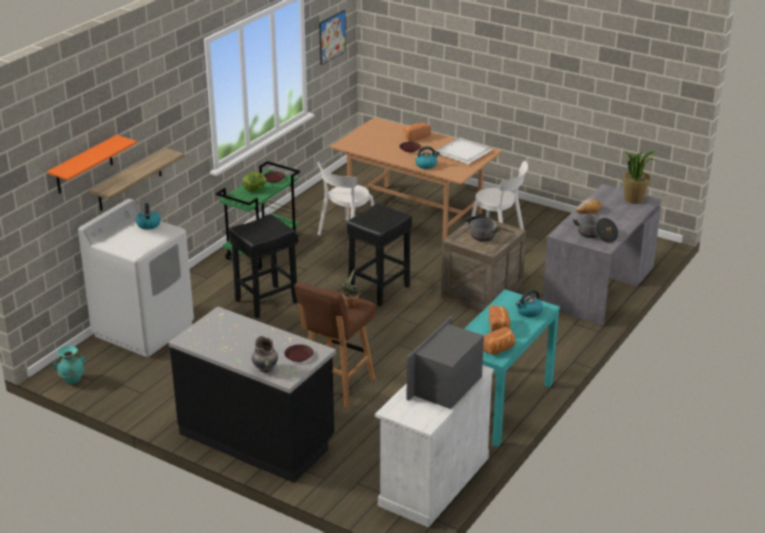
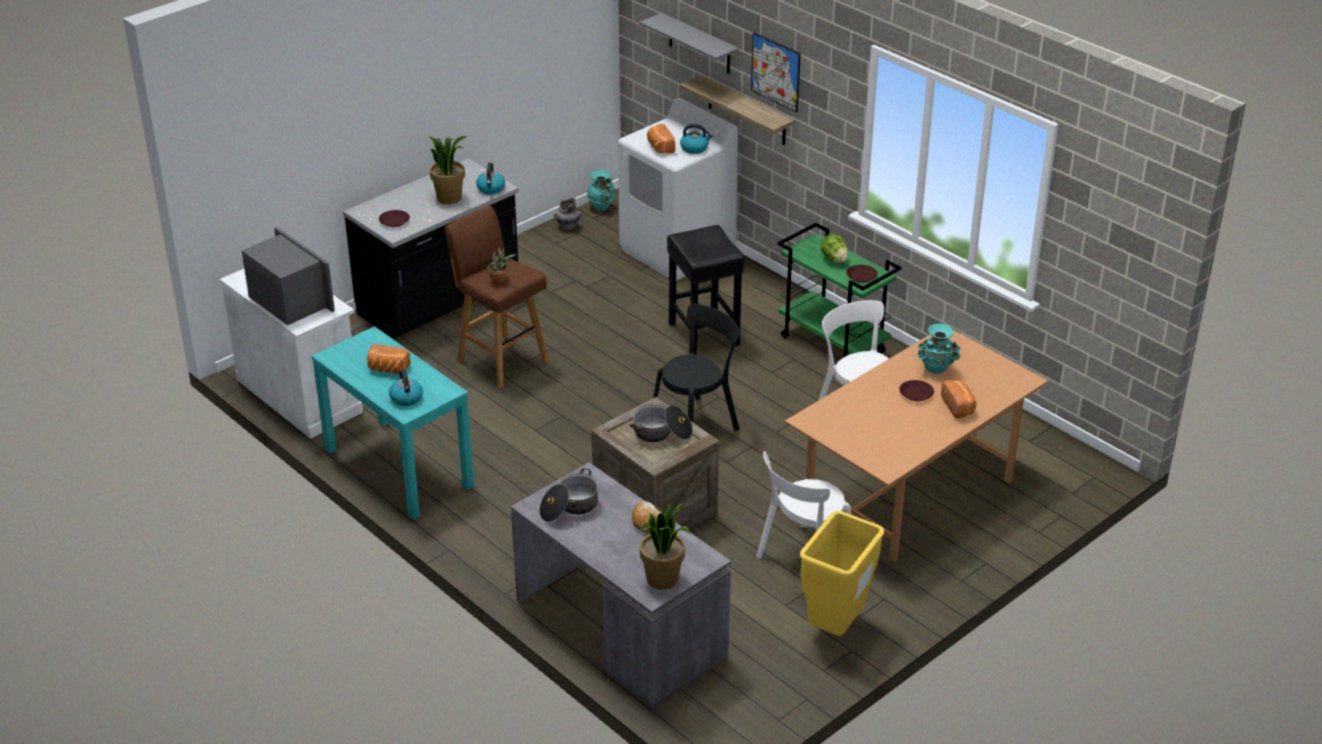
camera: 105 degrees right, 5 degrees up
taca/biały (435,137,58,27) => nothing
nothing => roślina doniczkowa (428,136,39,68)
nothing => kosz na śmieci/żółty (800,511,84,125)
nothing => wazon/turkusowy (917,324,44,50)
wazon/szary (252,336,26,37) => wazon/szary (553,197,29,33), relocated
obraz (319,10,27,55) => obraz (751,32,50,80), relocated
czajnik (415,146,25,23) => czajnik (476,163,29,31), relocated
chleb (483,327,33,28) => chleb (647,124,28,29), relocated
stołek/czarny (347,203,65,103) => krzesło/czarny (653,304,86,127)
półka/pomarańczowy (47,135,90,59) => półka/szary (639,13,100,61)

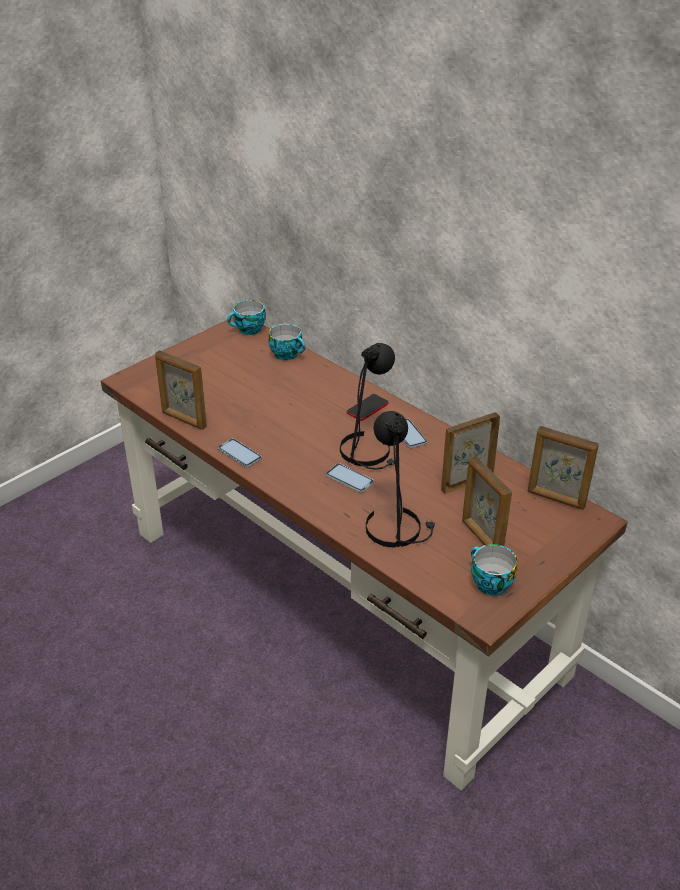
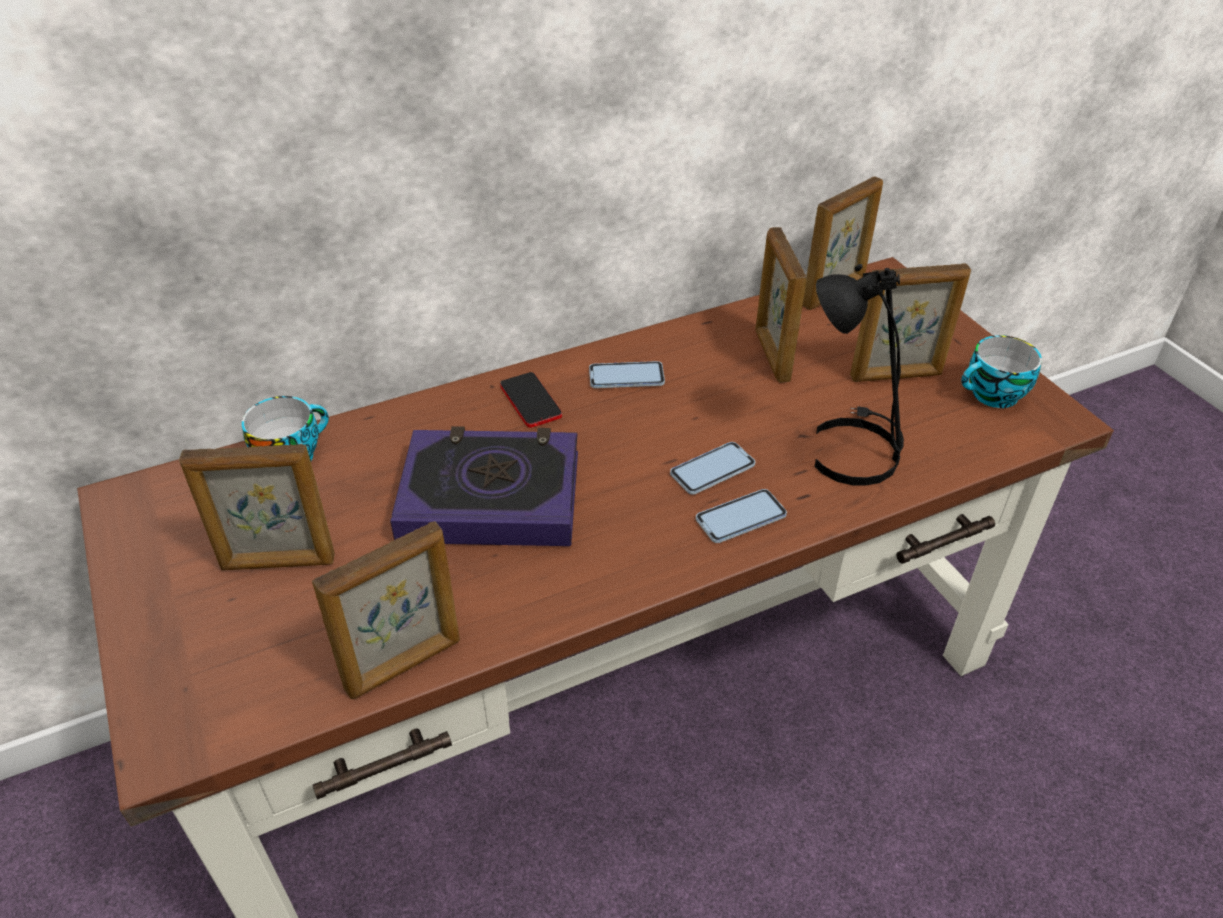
camera: 70 degrees left, 5 degrees up
filiżanka (227,300,39,35) => nothing
lampa stołowa/czarny (340,343,55,126) => nothing
nothing => ramka na zdjęcie (179,444,156,126)
nothing => książka (390,426,188,120)
telefon (218,439,44,28) => telefon (696,489,91,54), relocated

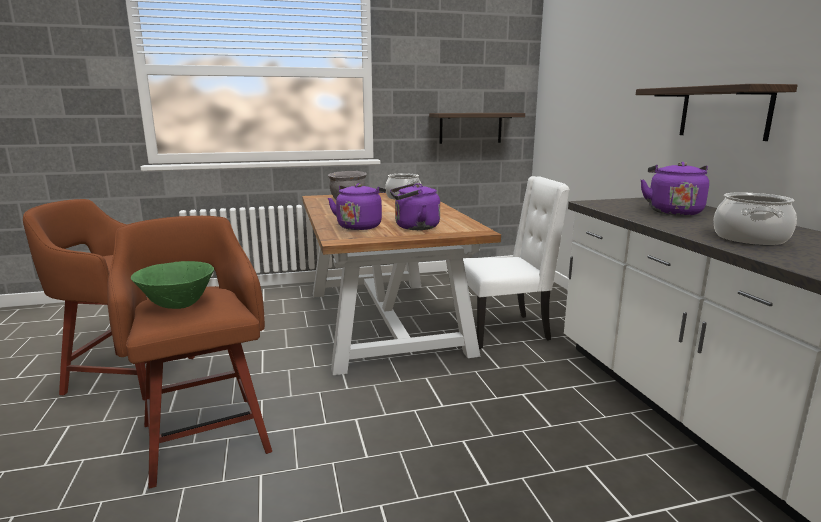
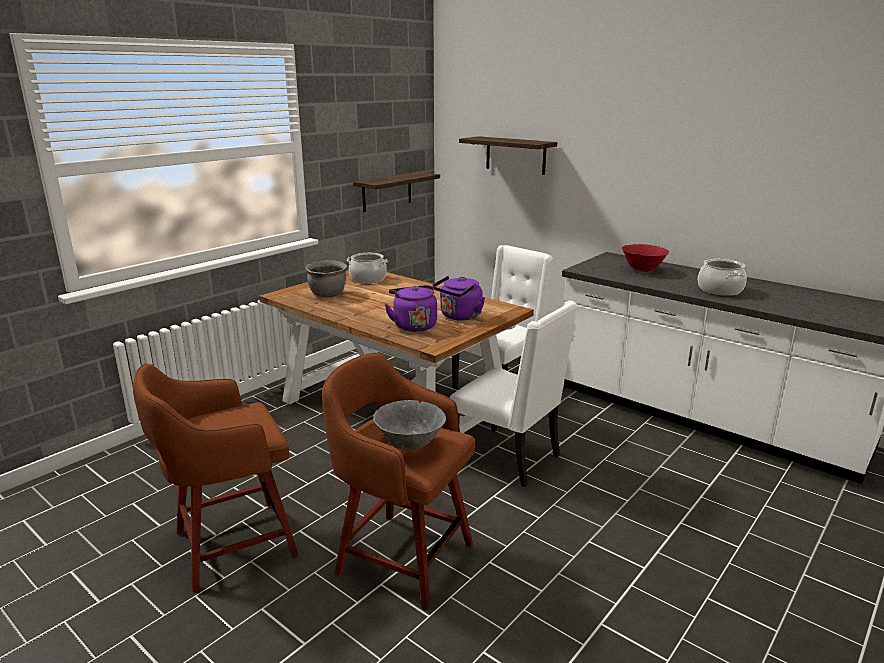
camera: 35 degrees left, 5 degrees up
nothing => krzesło/biały (450,301,127,186)
półka (636,84,162,57) => półka (459,136,98,39), relocated
czajnik/fioletowy (641,162,68,54) => miska/czerwony (622,244,47,28)
miska/zielony (131,261,83,48) => miska/szary (373,400,73,51)

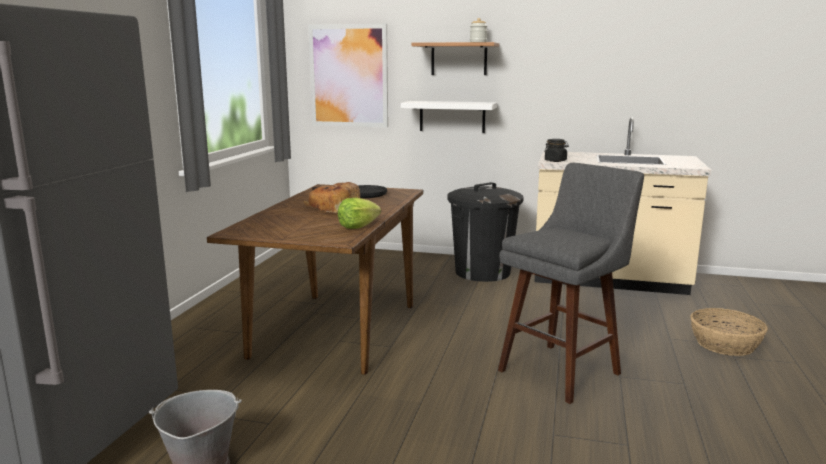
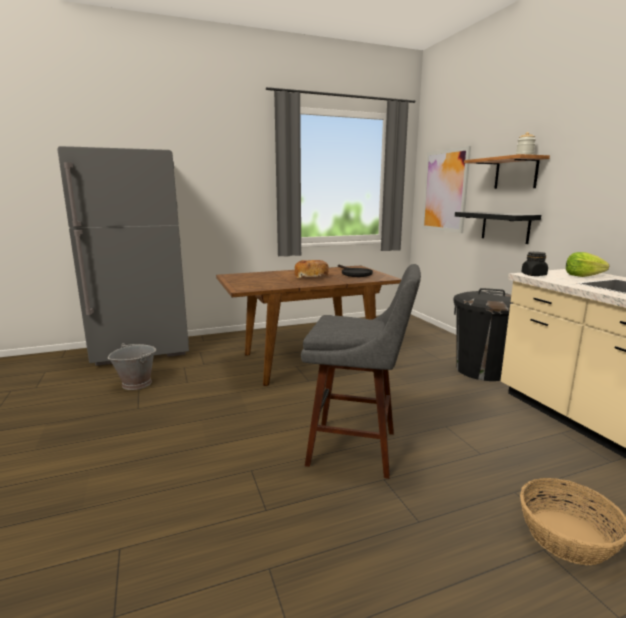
camera: 55 degrees right, 0 degrees up
sałata (338,197,43,32) => sałata (566,252,43,25), relocated
półka/biały (401,101,96,32) => półka/czarny (455,212,86,32)

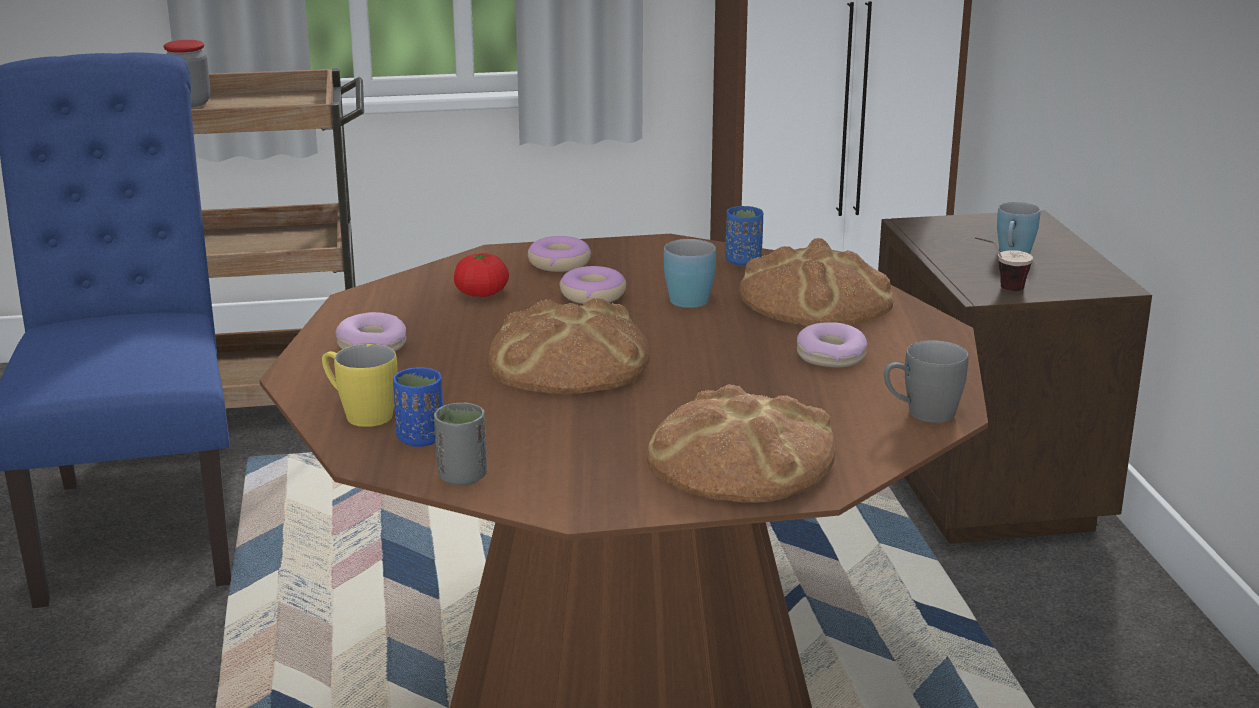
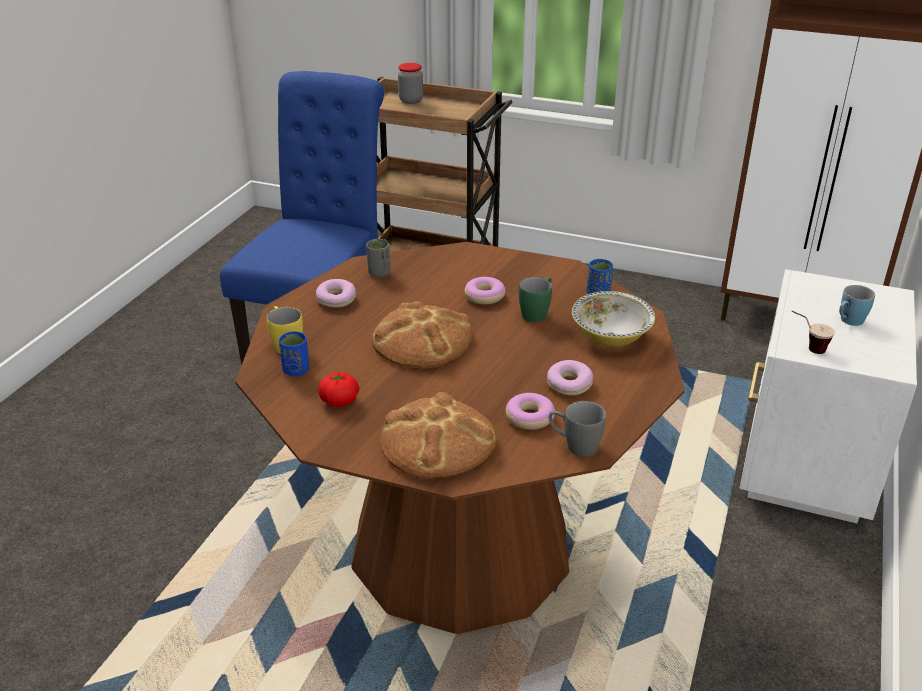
camera: 30 degrees right, 10 degrees up
filiżanka/szary (434,403,53,83) => filiżanka/szary (366,239,25,38), relocated
pomidor (454,253,55,44) => pomidor (318,372,41,35), relocated
donut (528,236,63,36) => donut (506,393,49,37), relocated
chleb (740,238,153,88) => miska (572,291,83,56)
kubek/niebieski (664,239,52,69) => kubek/zielony (519,277,33,45)
szafka nocna/brązowy (878,210,274,334) => szafka nocna/biały (740,269,177,254)

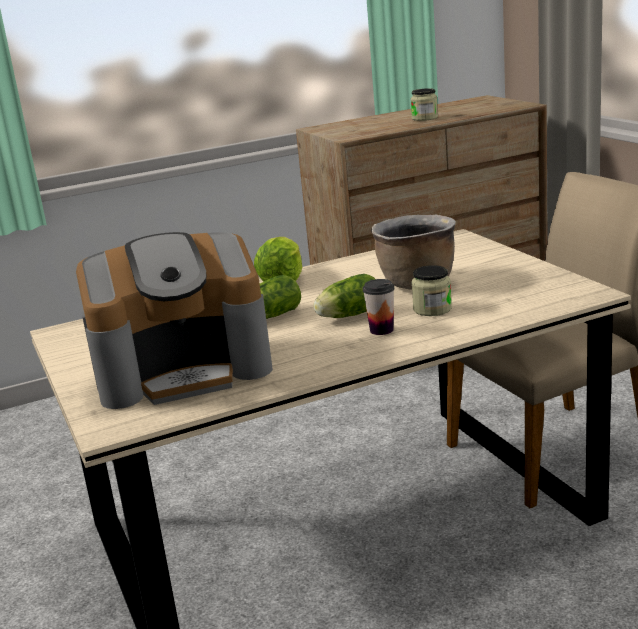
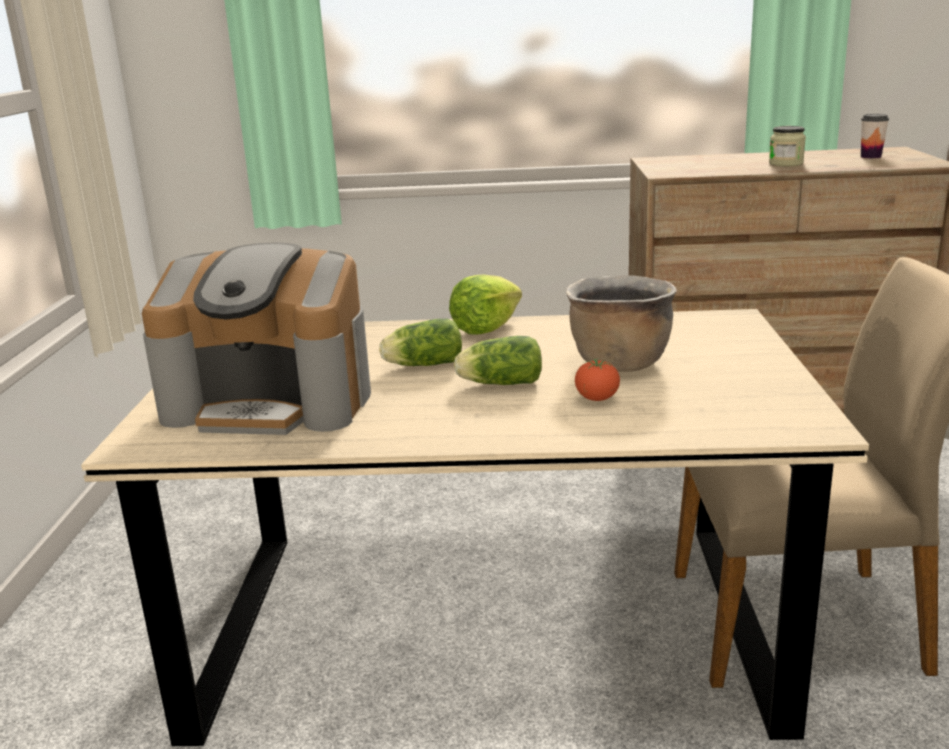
camera: 25 degrees right, 0 degrees up
filiżanka (363,279,32,56) => filiżanka (861,114,28,44), relocated
słoik (411,265,41,51) => pomidor (575,358,45,43)

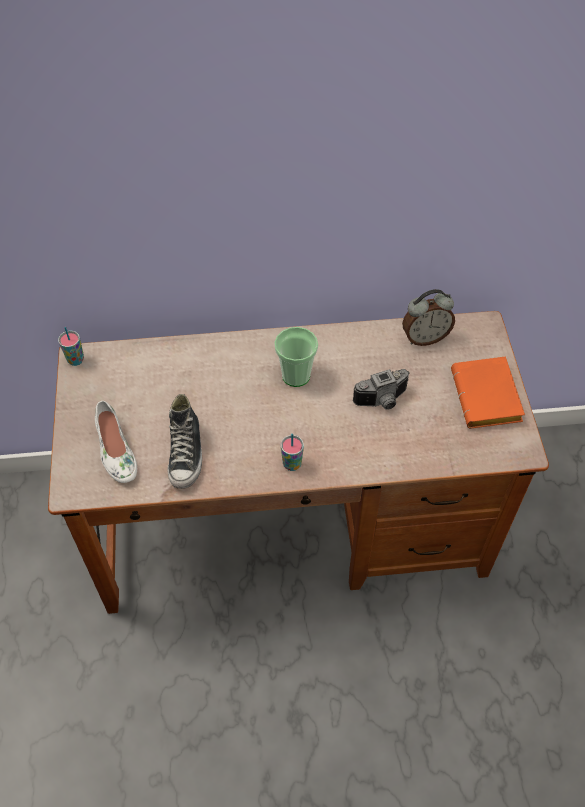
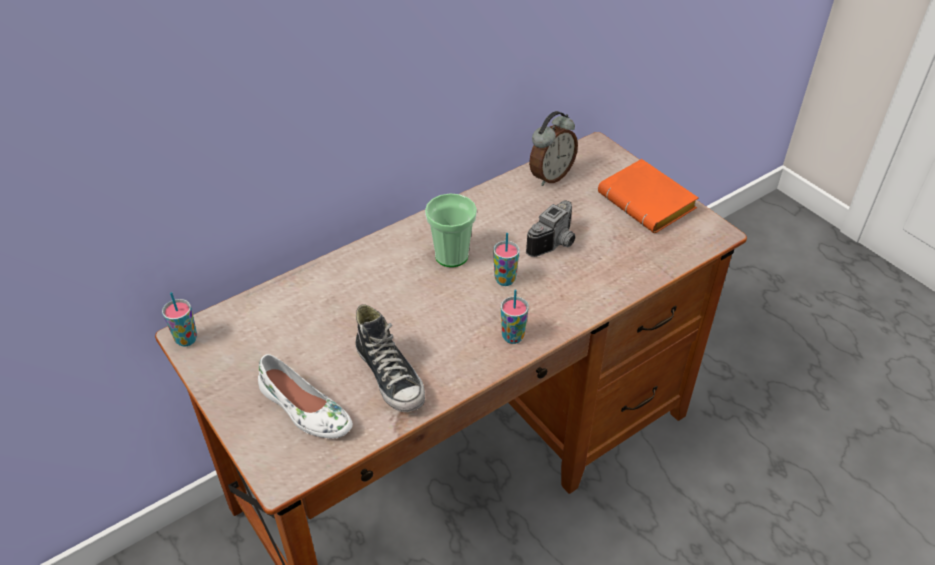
camera: 30 degrees left, 10 degrees down
nothing => filiżanka (493,233,27,53)

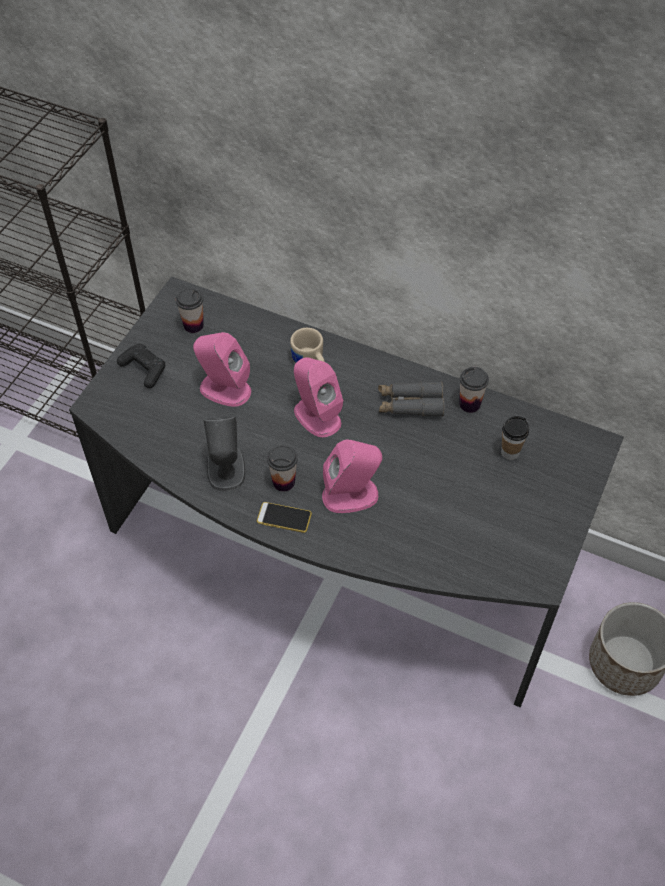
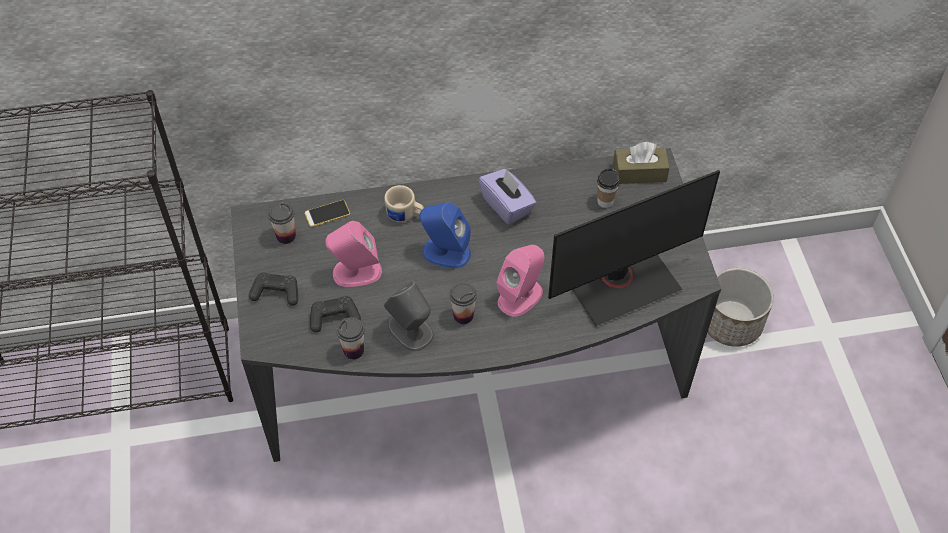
camera: 35 degrees left, 0 degrees up
nothing => pad do gier/czarny (310,296,51,36)
nothing => monitor (548,170,172,156)
nothing => pudełko chusteczek/brązowy (613,142,57,42)
telefon (257,502,55,31) => telefon (304,200,46,27), relocated
filiżanka (459,367,30,46) => filiżanka (336,317,29,42), relocated
lornetka/szary (378,381,67,36) => pudełko chusteczek/fioletowy (478,169,58,56)
głośnik/różowy (294,357,49,80) => głośnik/niebieski (419,202,52,66)

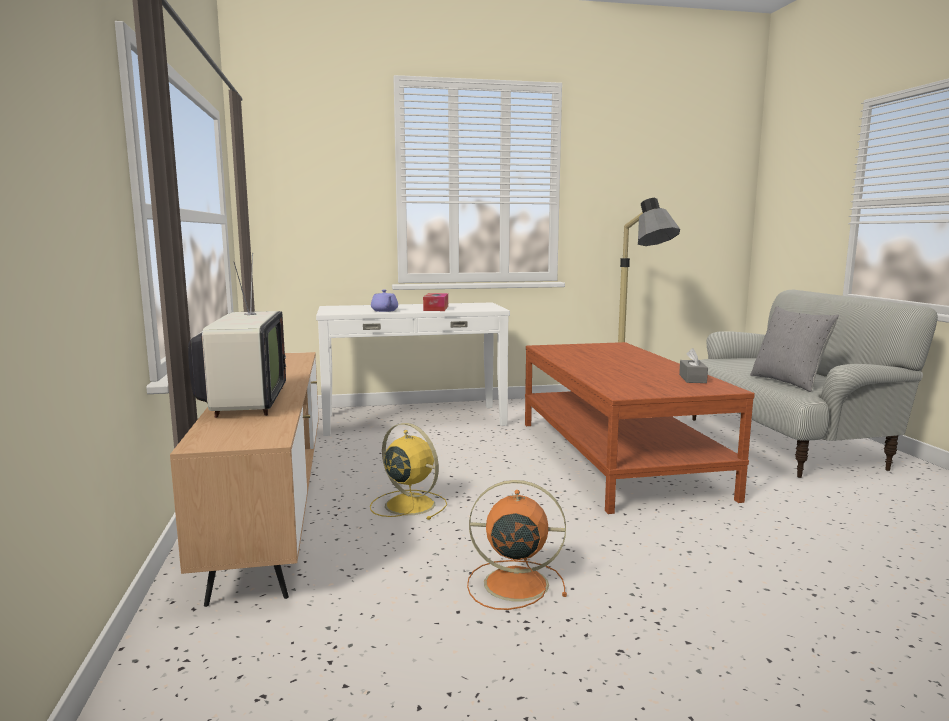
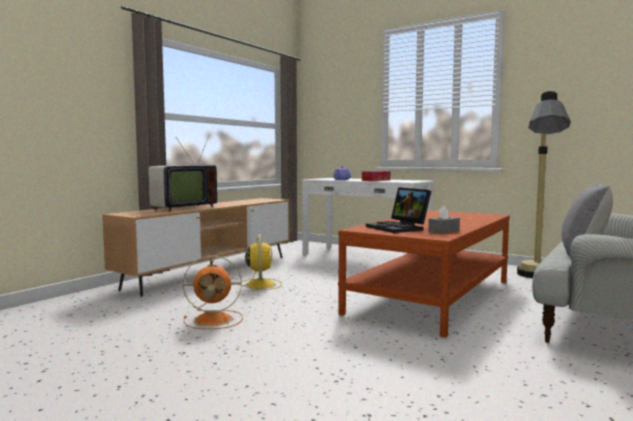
camera: 45 degrees right, 5 degrees down
nothing => laptop (366,187,65,46)
wentylator/pomarańczowy (467,480,100,130) => wentylator/pomarańczowy (183,255,60,74), 120 degrees clockwise

